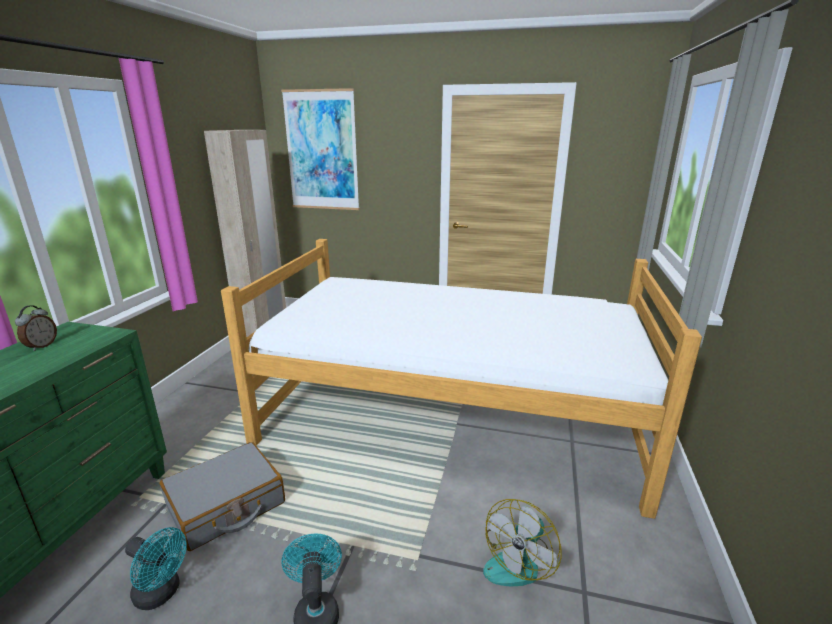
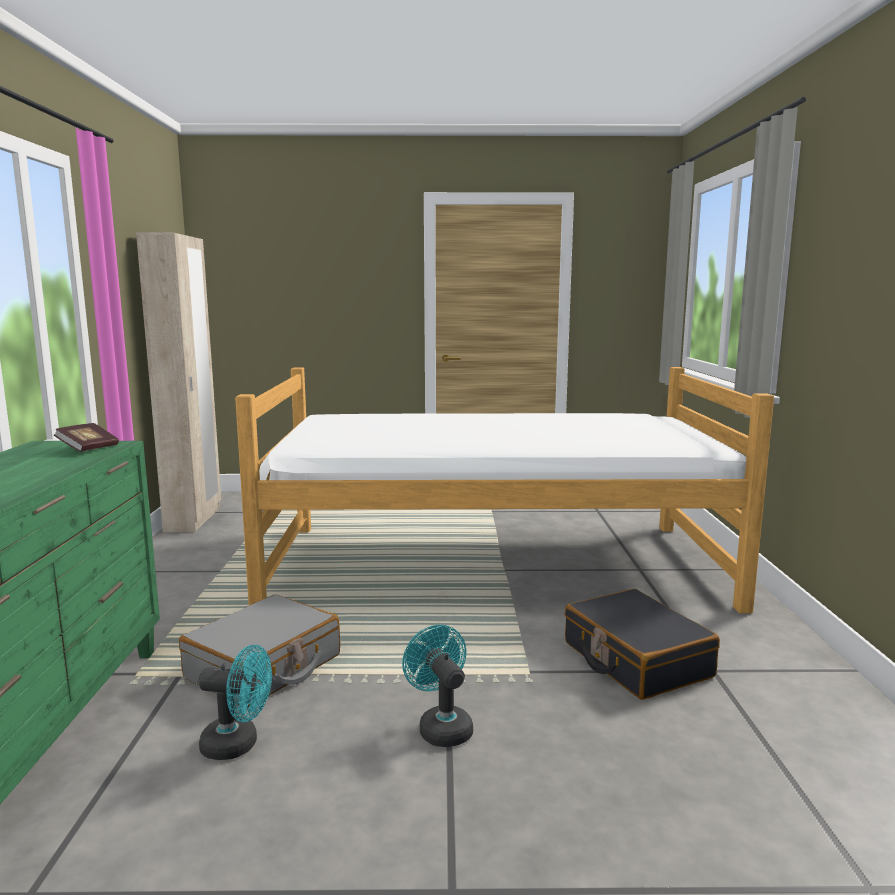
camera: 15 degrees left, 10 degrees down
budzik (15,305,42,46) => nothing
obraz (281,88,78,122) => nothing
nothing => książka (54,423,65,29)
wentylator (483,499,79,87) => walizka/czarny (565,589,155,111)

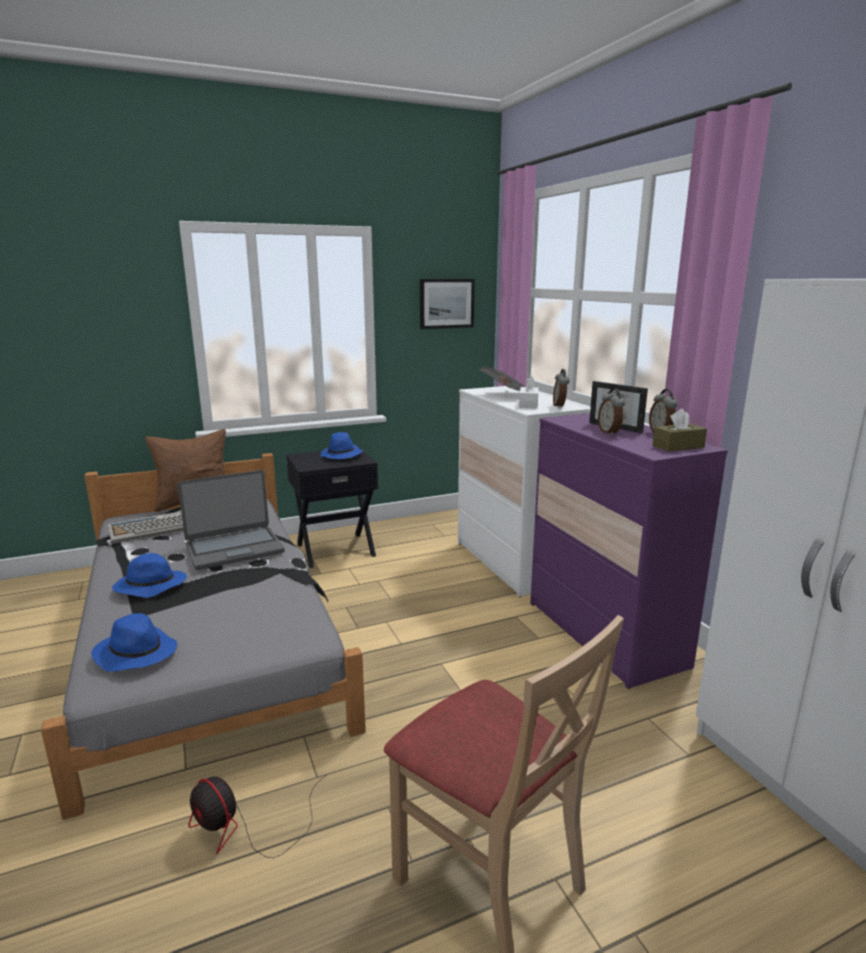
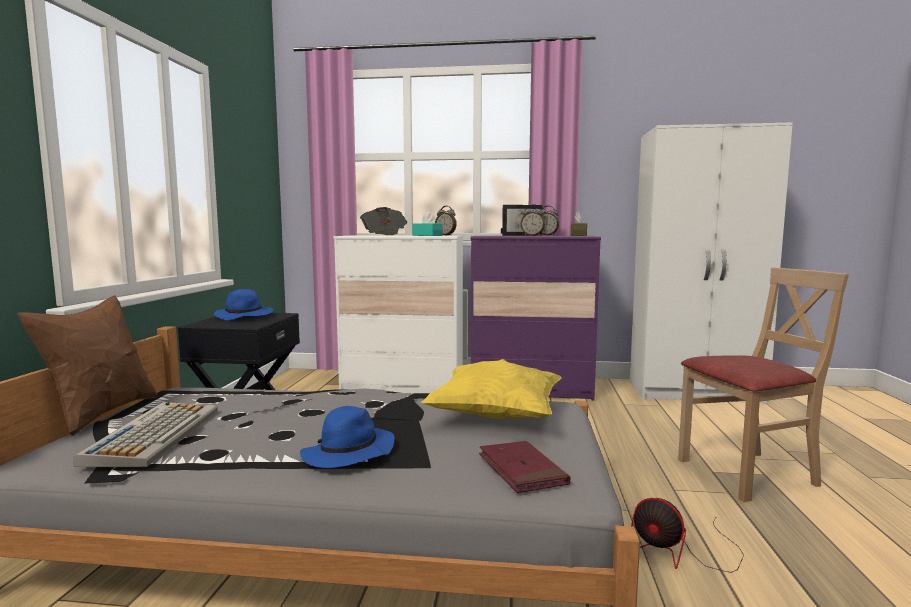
camera: 60 degrees left, 10 degrees down
laptop (178,470,107,100) => nothing
obraz (420,279,55,50) => nothing
nothing => poduszka/żółty (421,359,141,60)
kapelusz/niebieski (91,613,86,59) => książka/czerwony (479,441,91,52)
pudełko chusteczek/biały (519,376,20,33) => pudełko chusteczek/turkusowy (412,212,30,24)
wentylator (189,776,136,82) => wentylator (631,498,113,75), 60 degrees clockwise

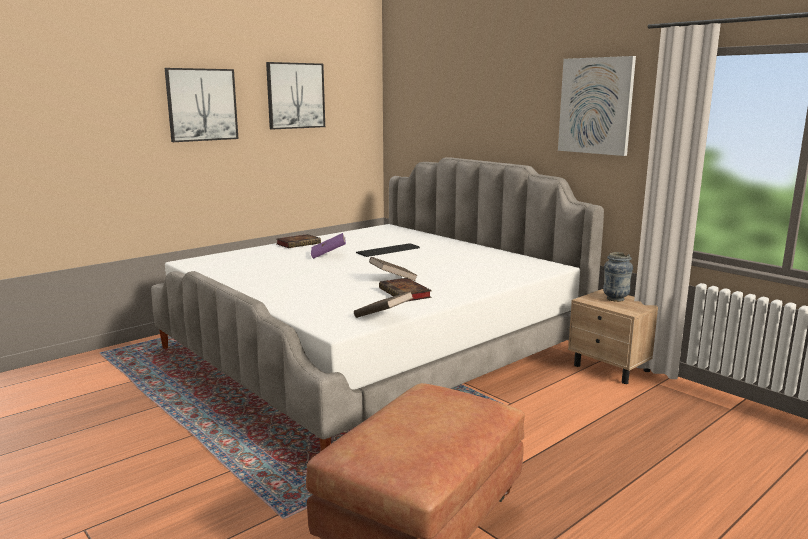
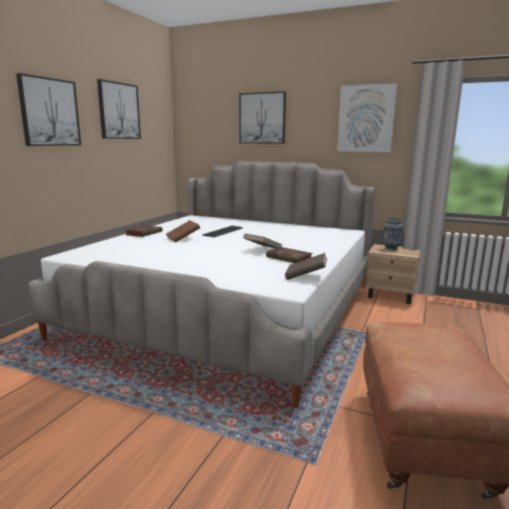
camera: 25 degrees left, 0 degrees up
nothing => obraz (239,91,47,53)
książka/fioletowy (311,233,35,26) => książka/brązowy (166,220,34,23)

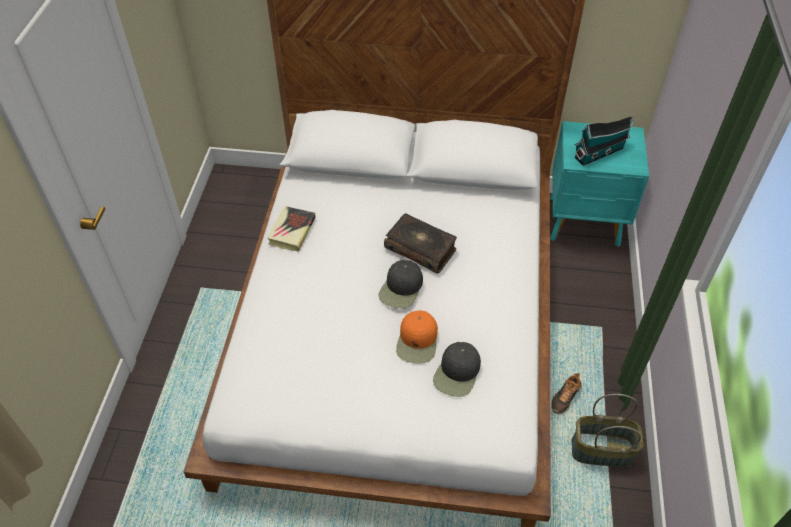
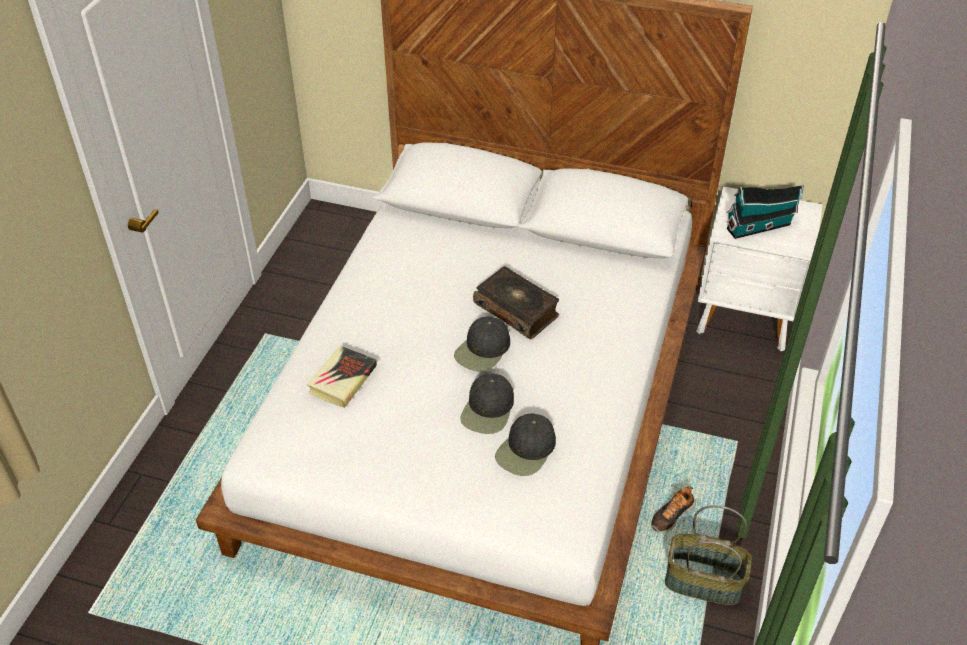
camera: 10 degrees right, 5 degrees down
książka (267,206,48,46) => książka (307,346,70,62), relocated
czapka z daszkiem/pomarańczowy (396,311,42,53) => czapka z daszkiem/czarny (460,374,54,60)
szafka nocna/turkusowy (550,121,99,126) => szafka nocna/biały (696,186,127,165)

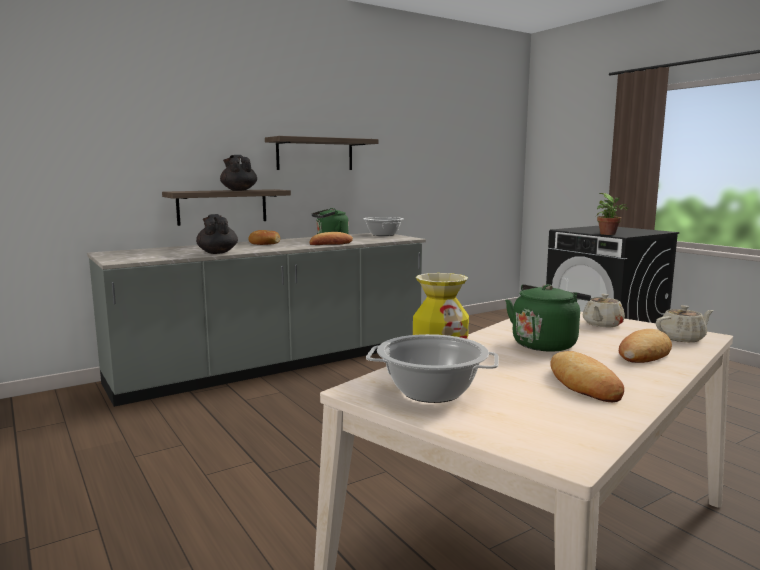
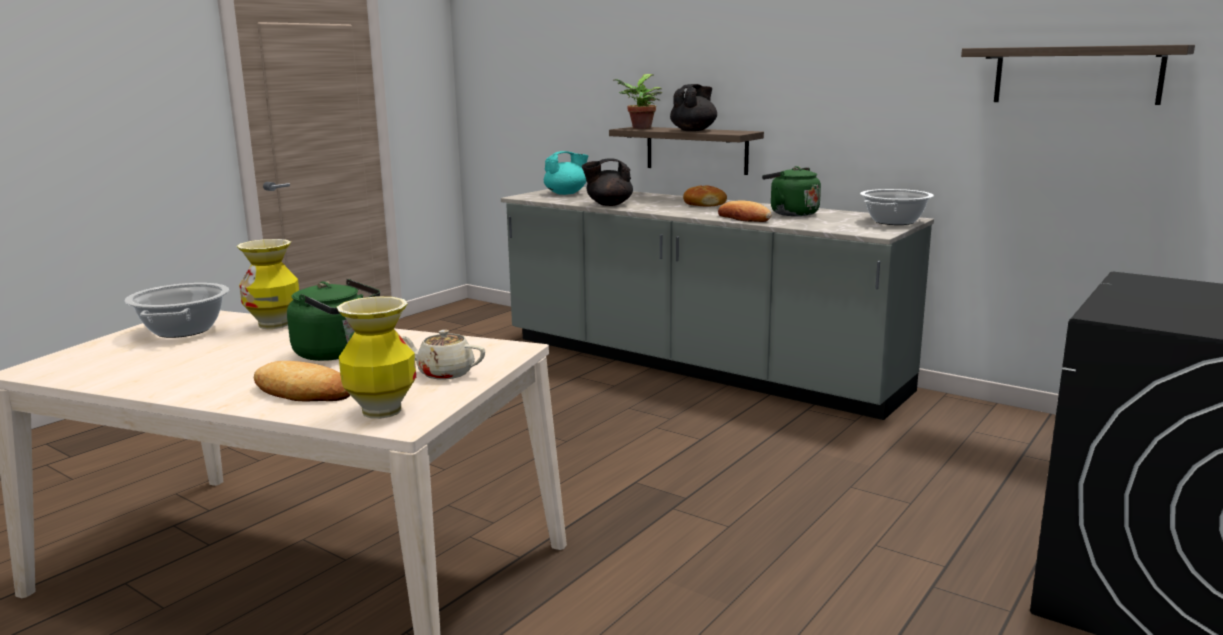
camera: 70 degrees right, 5 degrees up
chleb (550,351,74,51) => nothing
nothing => imbryk/turkusowy (544,151,44,44)
półka (265,136,114,34) => półka (961,45,234,60), relocated
roślina doniczkowa (596,193,32,42) => roślina doniczkowa (613,74,49,55), relocated
imbryk/beżowy (656,305,58,37) => wazon (337,296,79,123)
imbryk/czarny (196,214,42,40) => imbryk/czarny (582,158,51,48), 150 degrees counterclockwise

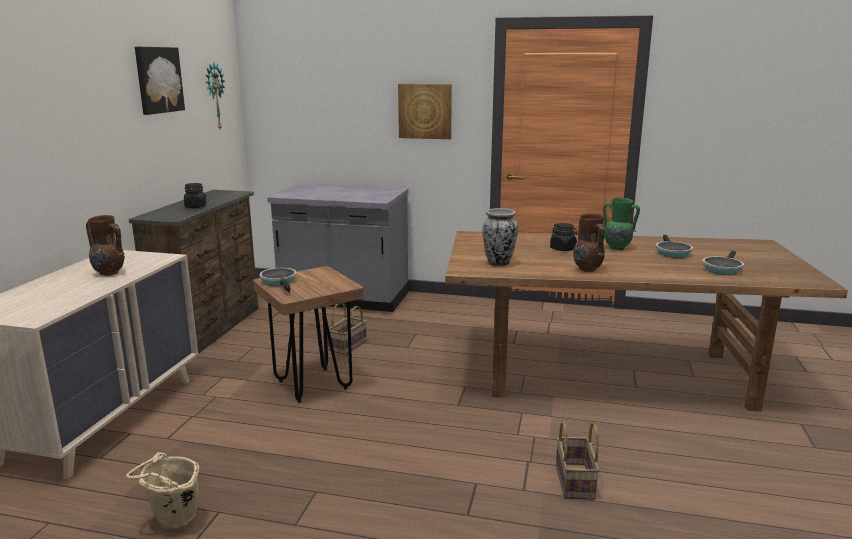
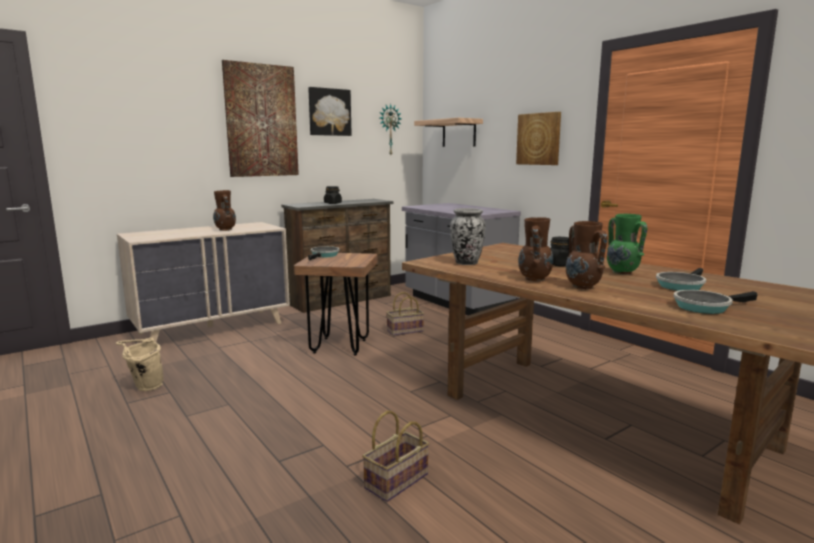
camera: 40 degrees right, 5 degrees down
nothing => obraz (222,60,77,117)
nothing => półka (414,118,69,29)
nothing => wazon/brązowy (566,221,41,69)

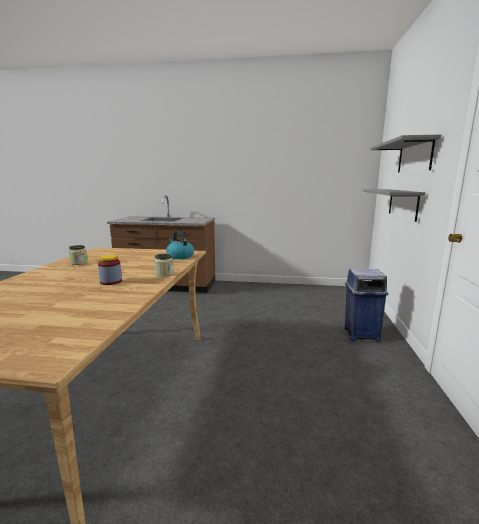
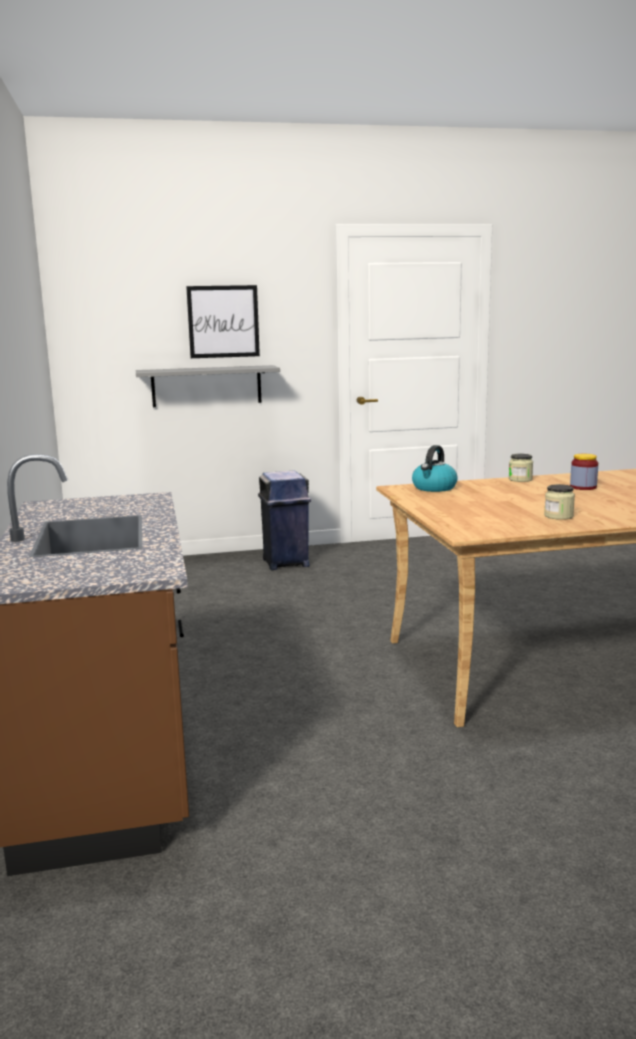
camera: 110 degrees left, 0 degrees up
półka/szary (370,135,71,37) => obraz (186,285,74,73)

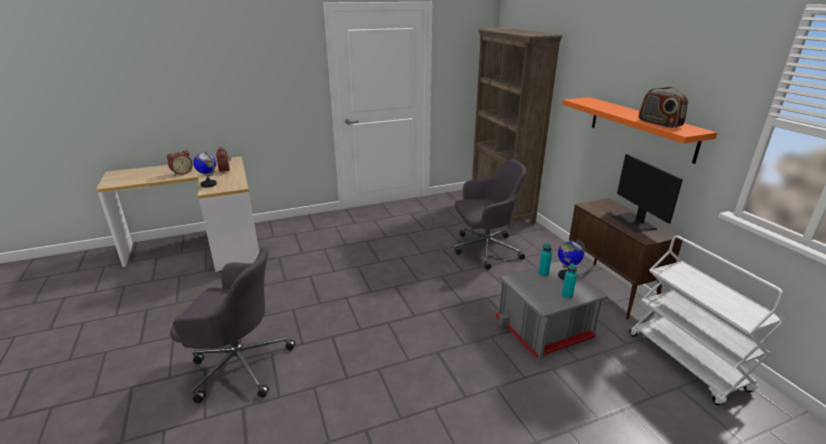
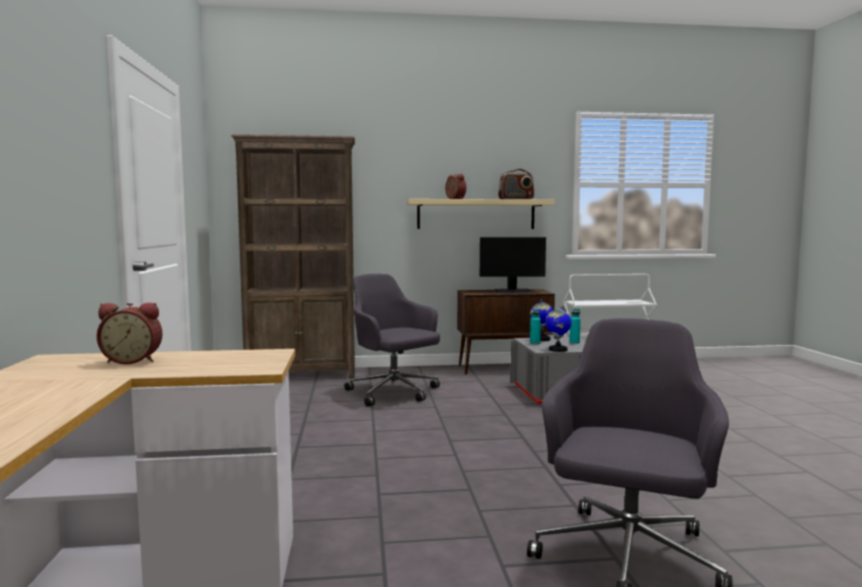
camera: 75 degrees left, 20 degrees down
budzik (167,150,26,25) => budzik (445,174,21,25), relocated
globus (193,151,24,36) => globus (545,306,26,46), relocated
półka/pomarańczowy (562,97,155,67) => półka/beżowy (407,199,148,30)
krzesło biurowe/szary (455,160,71,110) => krzesło biurowe/szary (344,274,96,133), 45 degrees counterclockwise

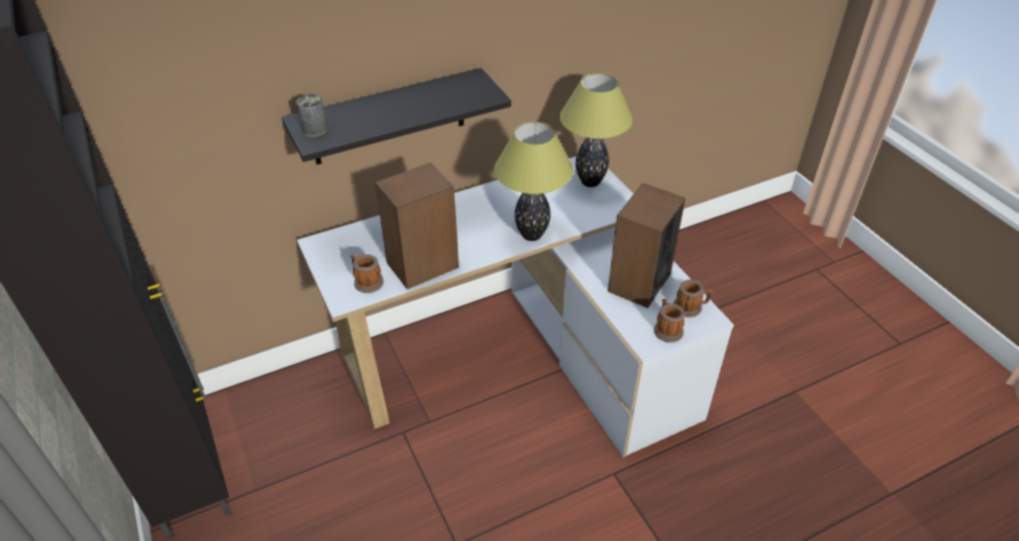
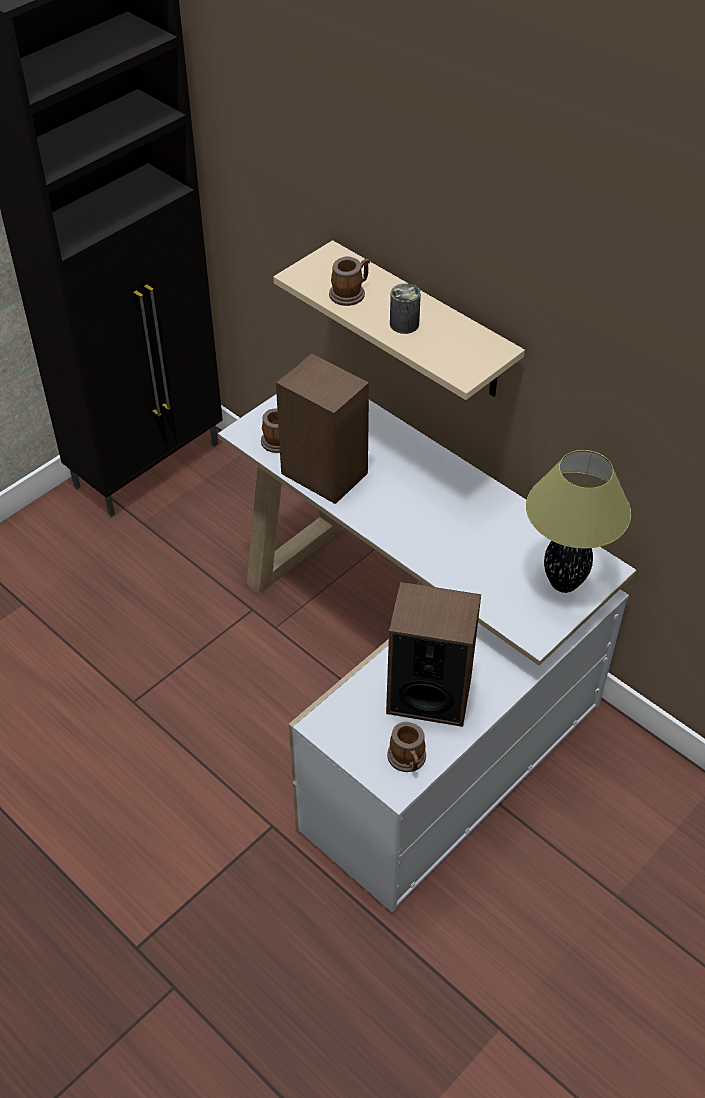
camera: 70 degrees right, 5 degrees up
lampa stołowa (494,122,79,119) => nothing
puszka (296,94,32,43) => puszka (390,283,31,51), relocated
kubek (654,299,31,44) => kubek (329,256,41,50), relocated
półka/czarny (282,68,229,97) => półka/beżowy (273,240,252,160)

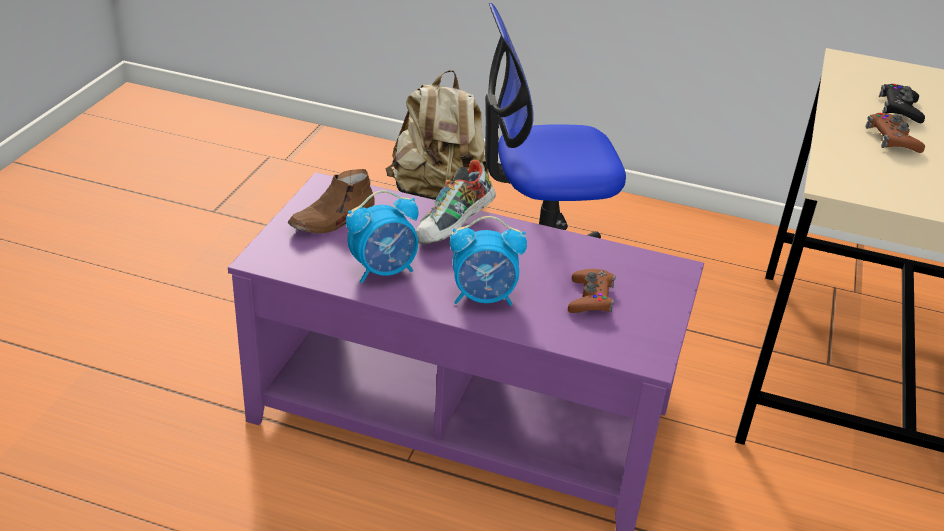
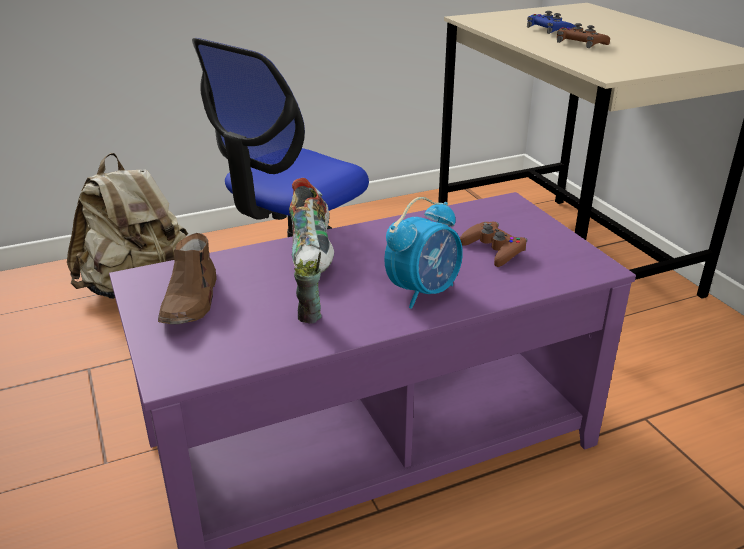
camera: 40 degrees left, 5 degrees down
budzik (346,190,73,93) => filiżanka (294,252,28,72)
pad do gier/czarny (879,84,46,39) => pad do gier/niebieski (527,11,49,23)

